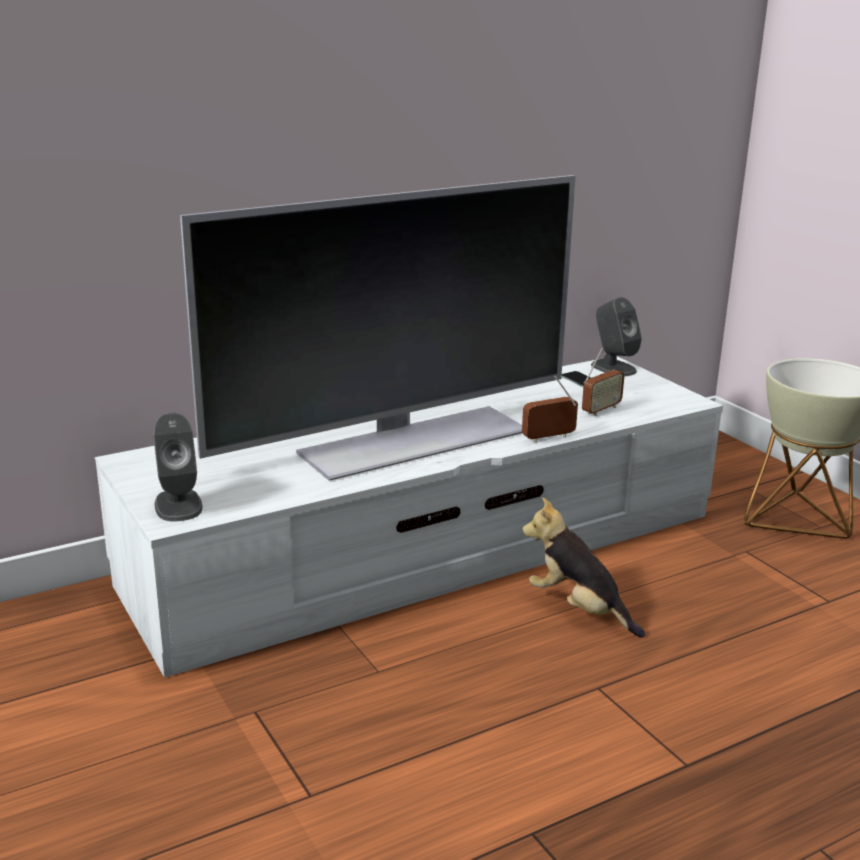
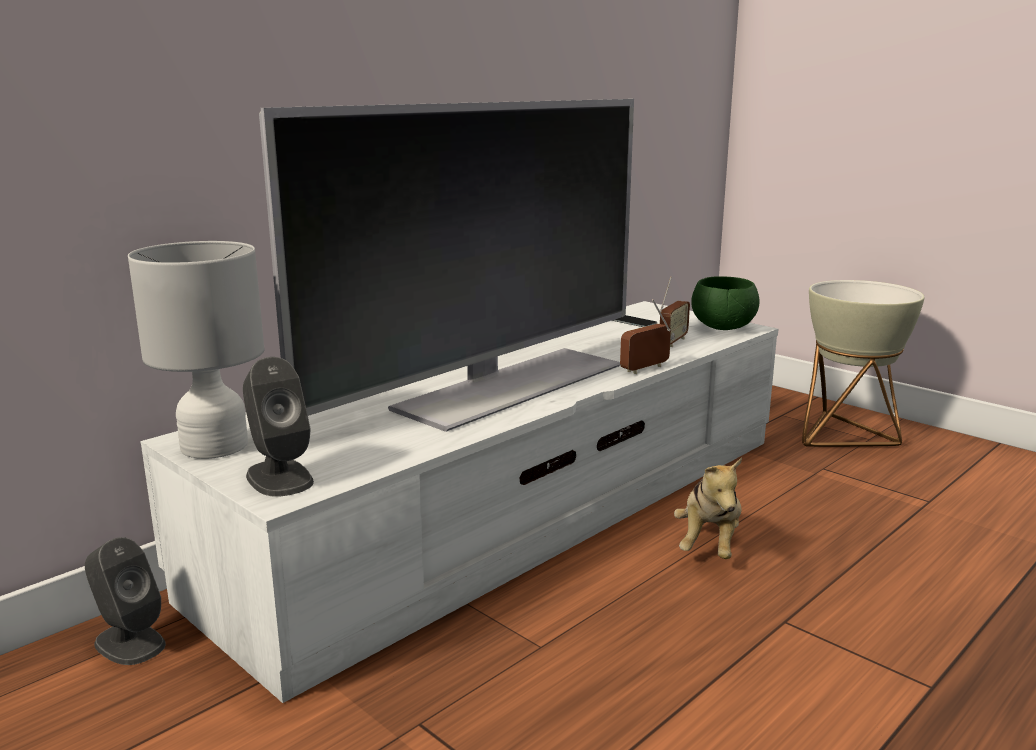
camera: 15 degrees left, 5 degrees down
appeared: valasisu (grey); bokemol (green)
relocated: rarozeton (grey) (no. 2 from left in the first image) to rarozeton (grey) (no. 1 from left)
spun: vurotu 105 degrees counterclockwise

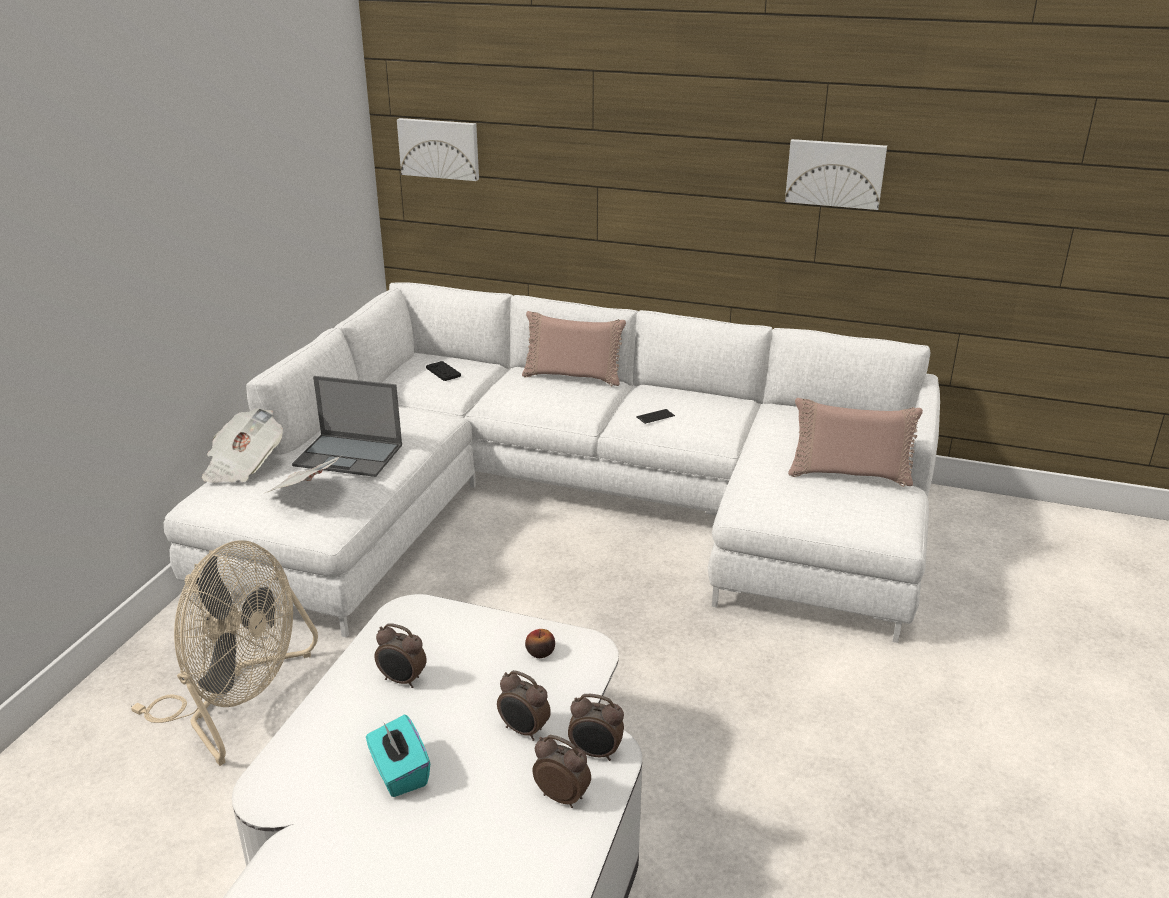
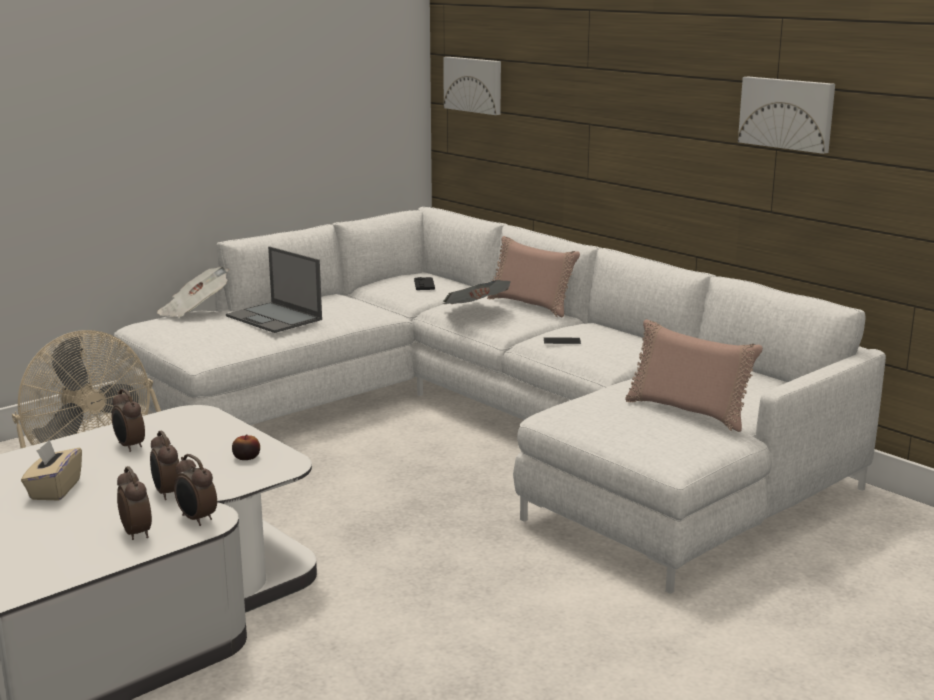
camera: 30 degrees right, 10 degrees down
relocated: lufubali (no. 2 from left)
colour: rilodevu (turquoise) to rilodevu (beige)

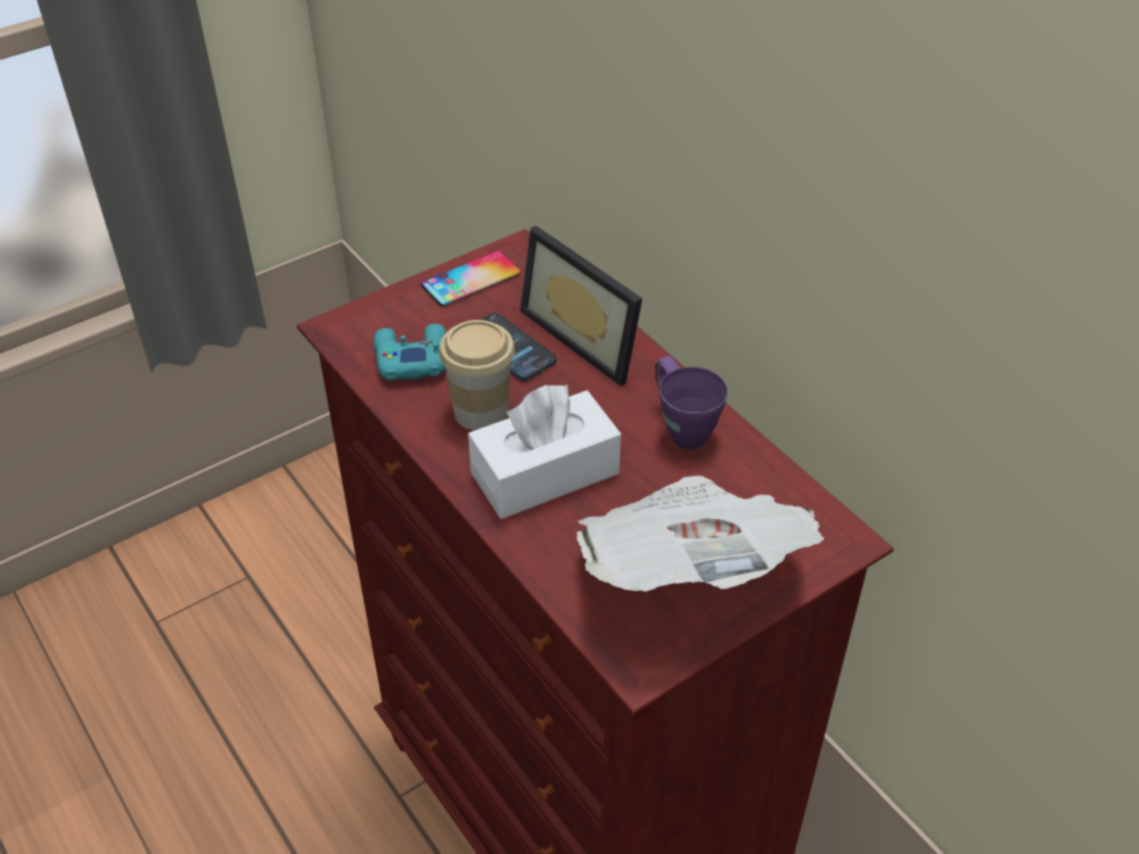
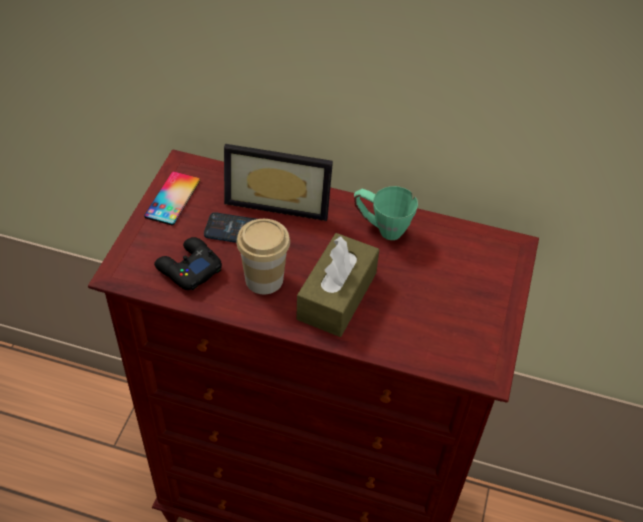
camera: 40 degrees left, 5 degrees up
missing: lufubali
colour: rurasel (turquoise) to rurasel (black); rilodevu (white) to rilodevu (brown); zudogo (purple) to zudogo (green)

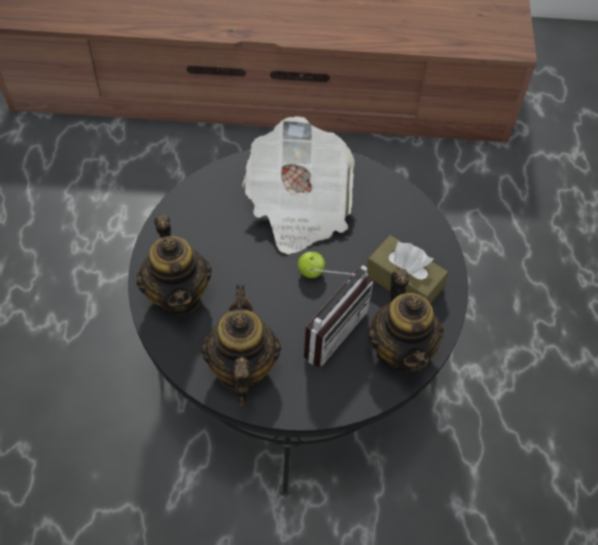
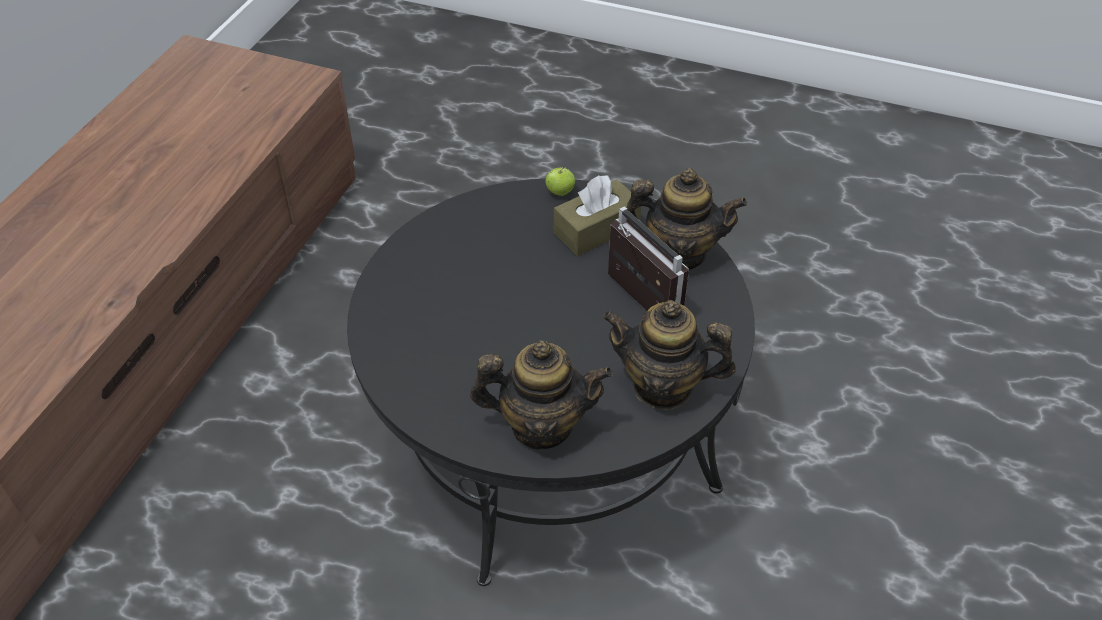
camera: 70 degrees left, 10 degrees down
missing: lufubali
relocated: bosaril

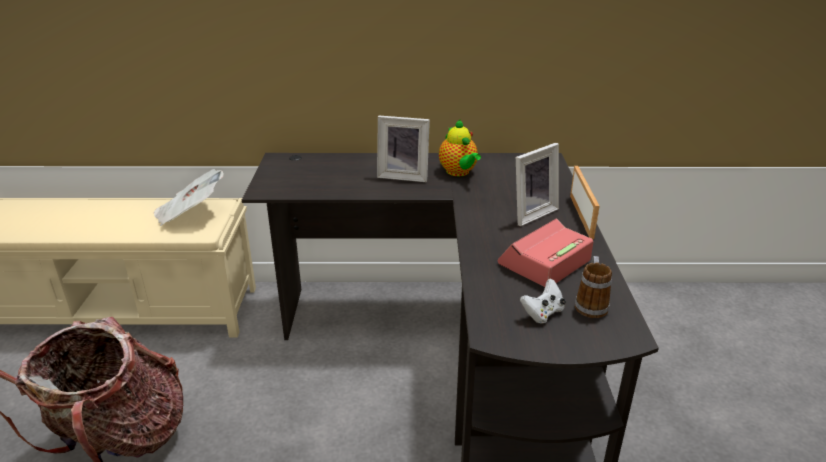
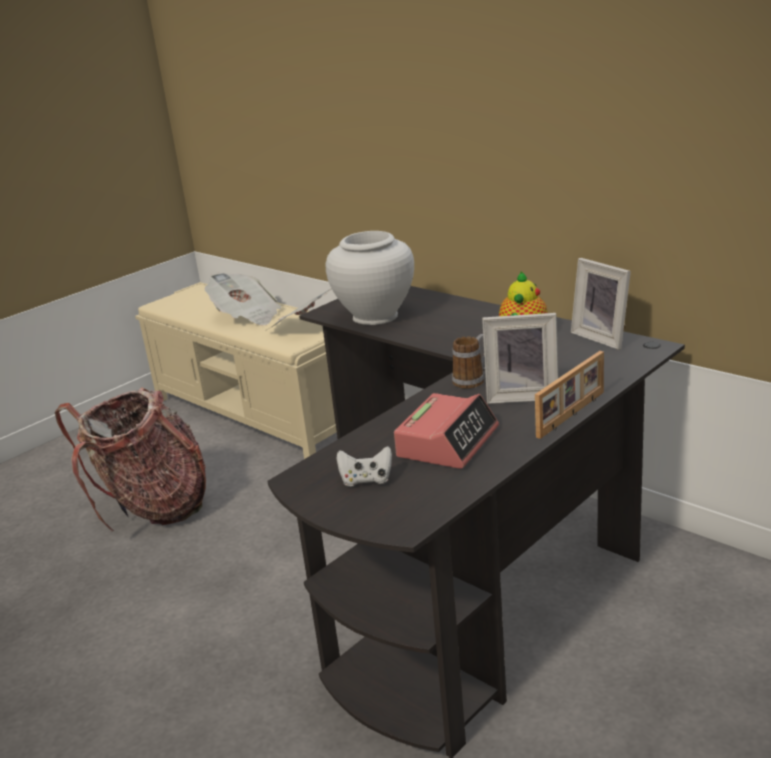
camera: 45 degrees right, 5 degrees down
appeared: lufubali (no. 1 from left); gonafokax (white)
relocated: zudogo; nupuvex (no. 1 from left in the first image) to nupuvex (no. 3 from left)
spun: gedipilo 120 degrees clockwise

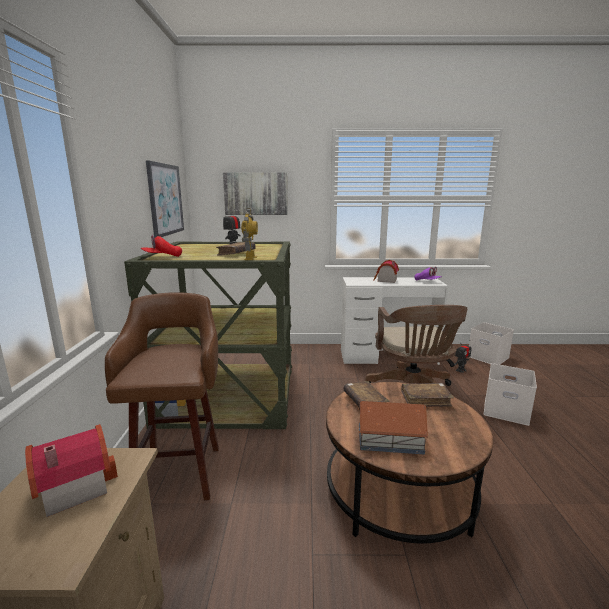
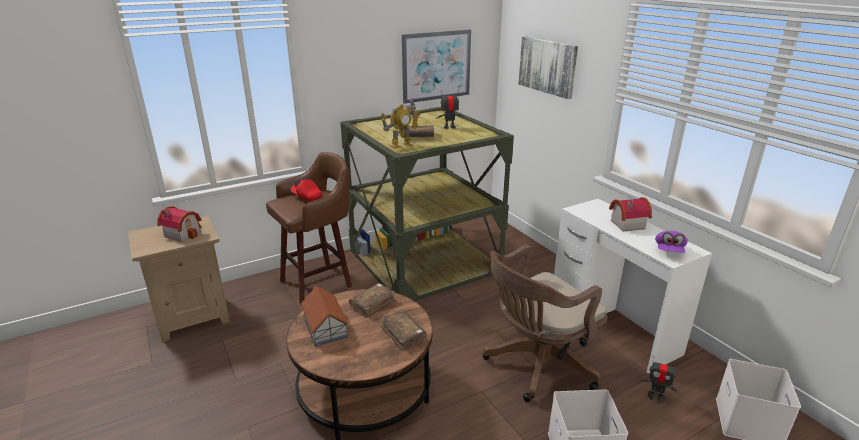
camera: 60 degrees right, 10 degrees up
relocated: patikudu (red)

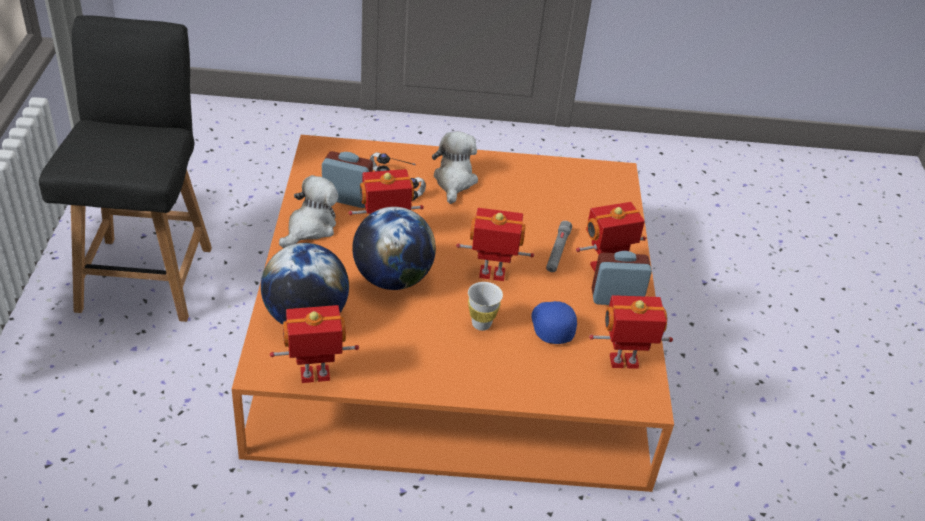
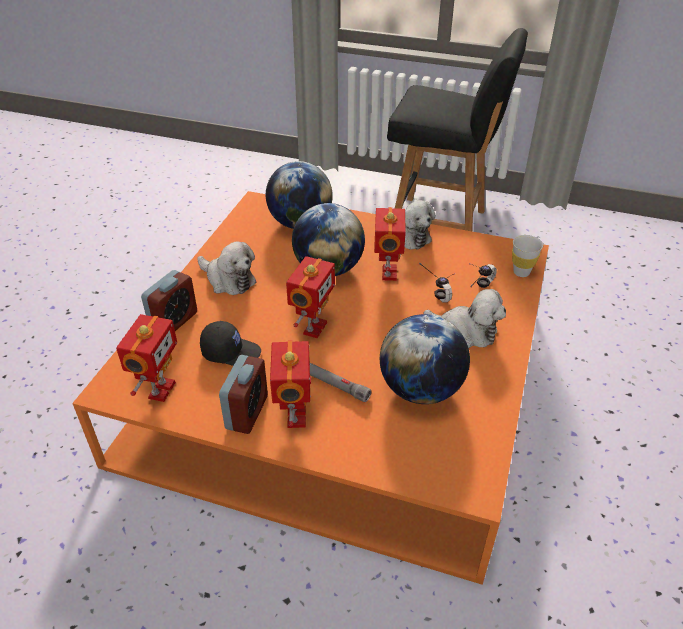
camera: 110 degrees right, 0 degrees up
missing: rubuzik (no. 1 from left)
appeared: vurotu (no. 1 from left); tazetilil (no. 3 from left)
relocated: gedipilo (no. 1 from left); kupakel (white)
colour: patikudu (blue) to patikudu (black)

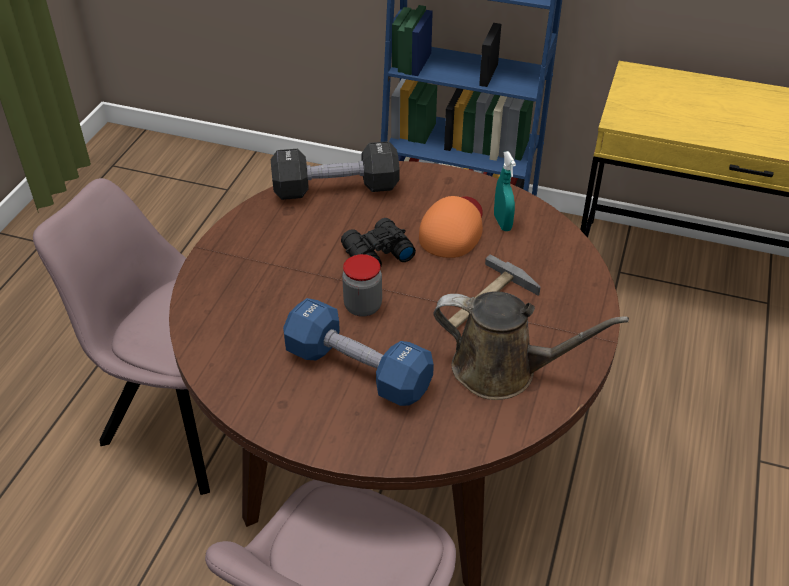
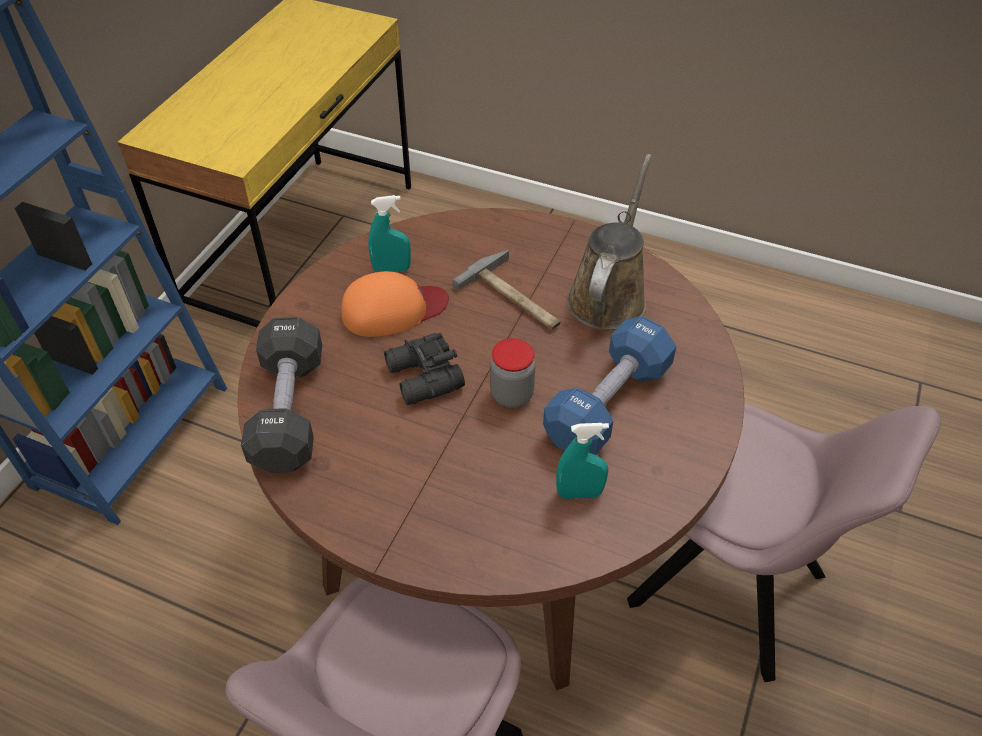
camera: 85 degrees left, 5 degrees up
appeared: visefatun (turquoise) (no. 2 from left)
spun: patikudu (orange) 135 degrees clockwise

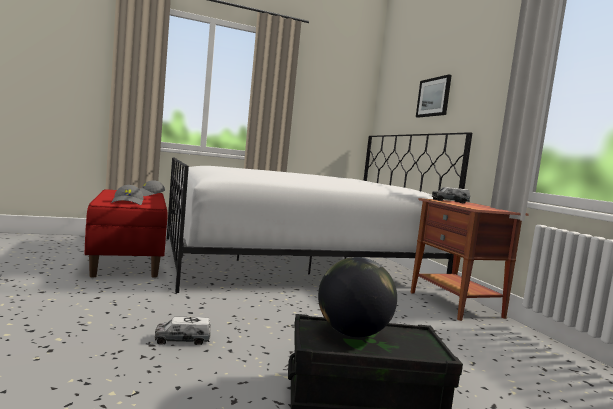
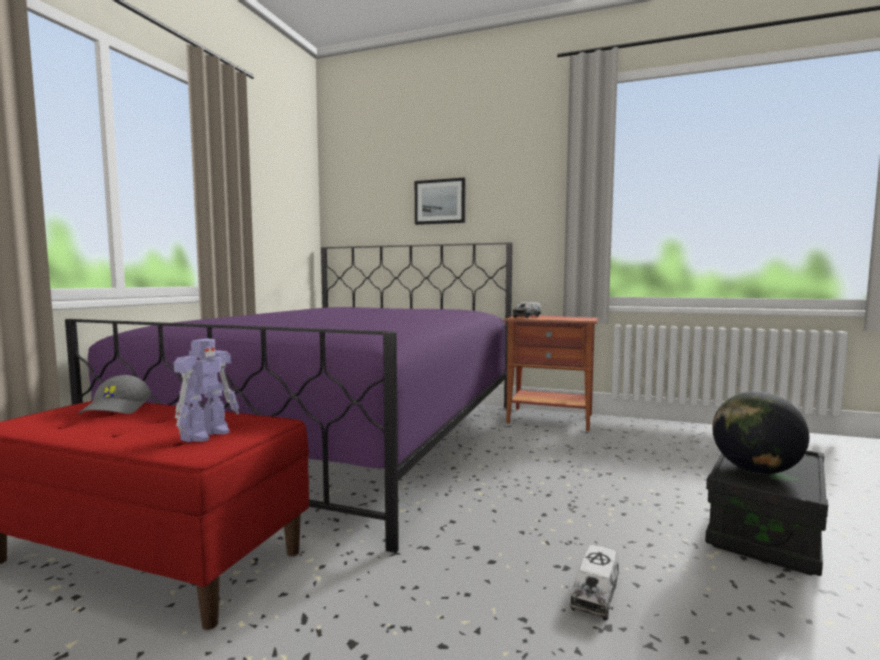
camera: 50 degrees left, 0 degrees up
exchanged: patikudu (grey) (no. 1 from left) to rubuzik
colour: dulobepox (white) to dulobepox (purple)

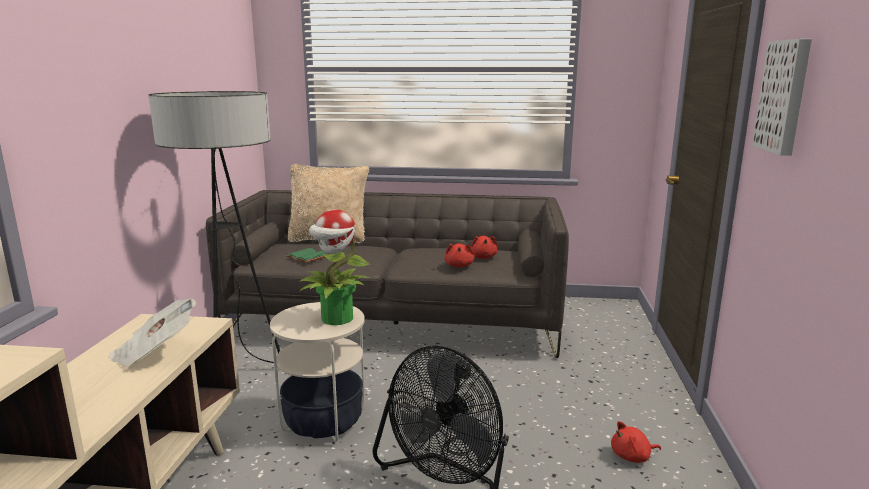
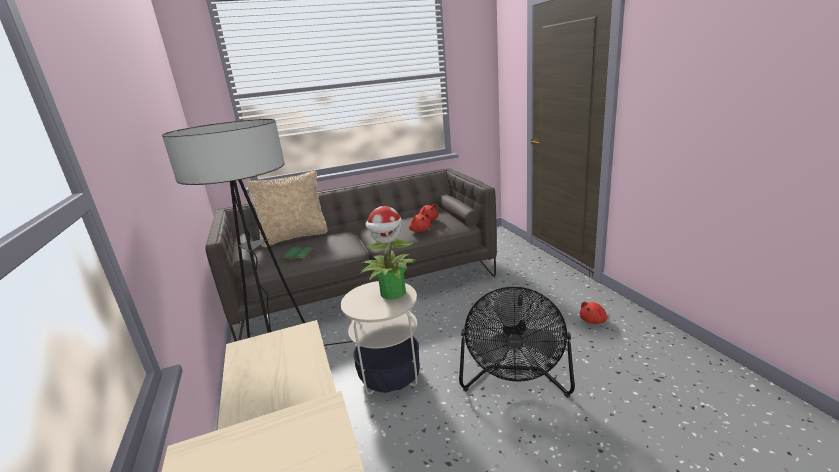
camera: 25 degrees left, 5 degrees up
missing: lufubali; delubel

